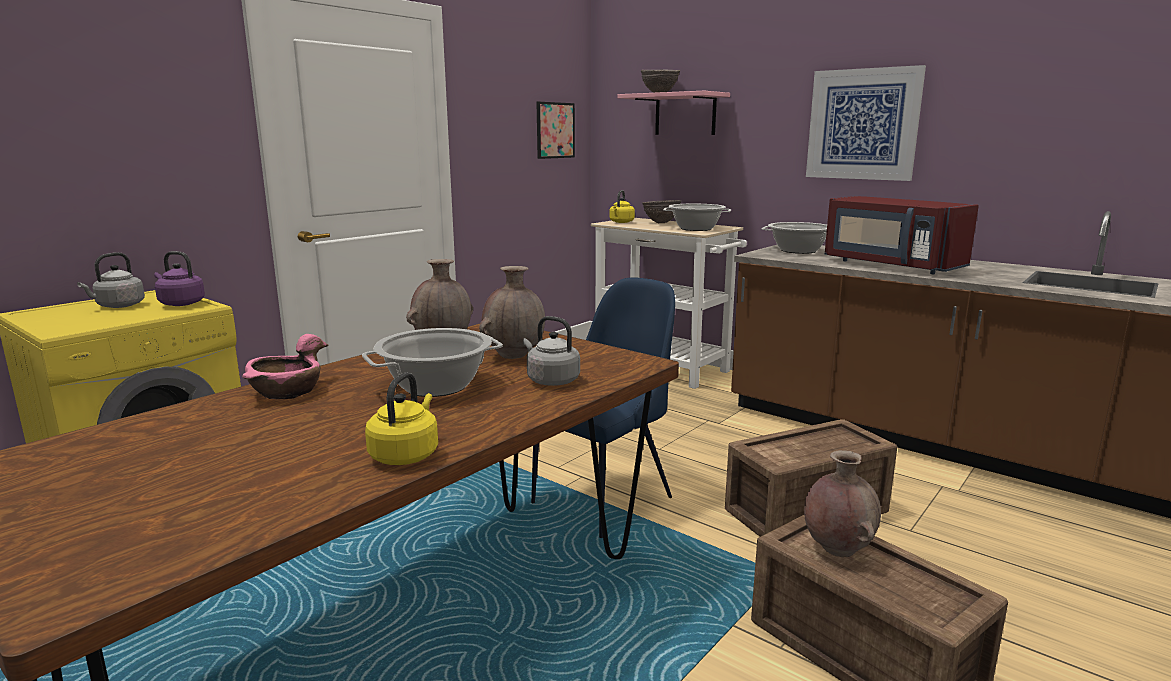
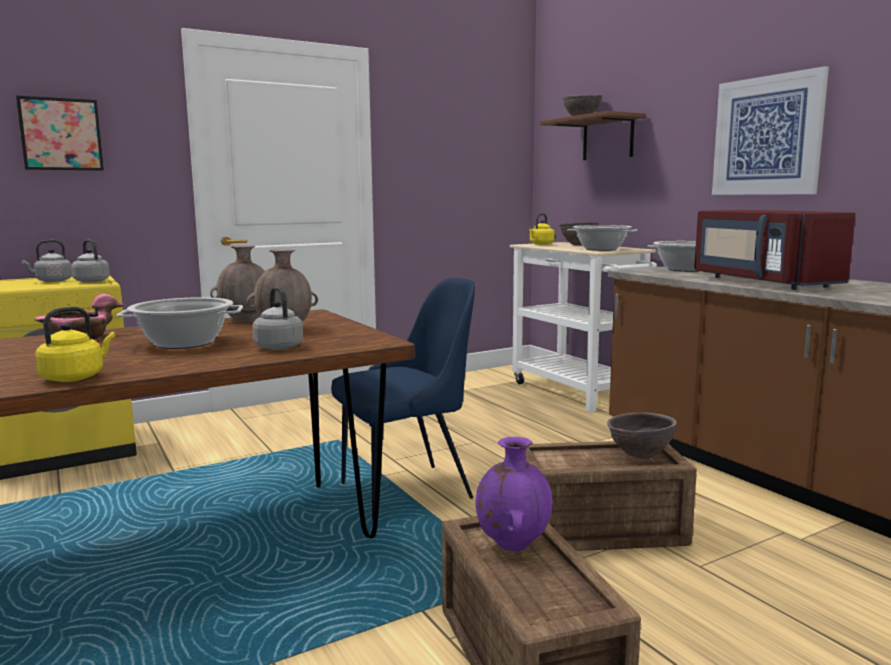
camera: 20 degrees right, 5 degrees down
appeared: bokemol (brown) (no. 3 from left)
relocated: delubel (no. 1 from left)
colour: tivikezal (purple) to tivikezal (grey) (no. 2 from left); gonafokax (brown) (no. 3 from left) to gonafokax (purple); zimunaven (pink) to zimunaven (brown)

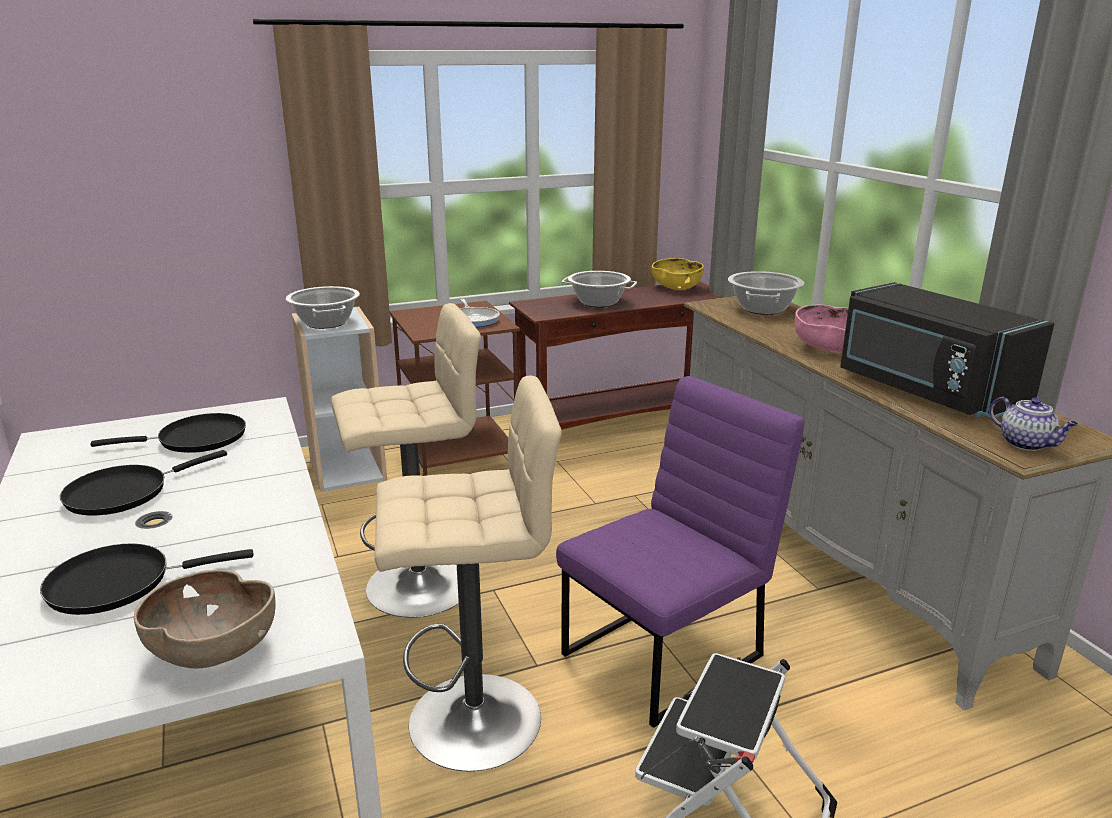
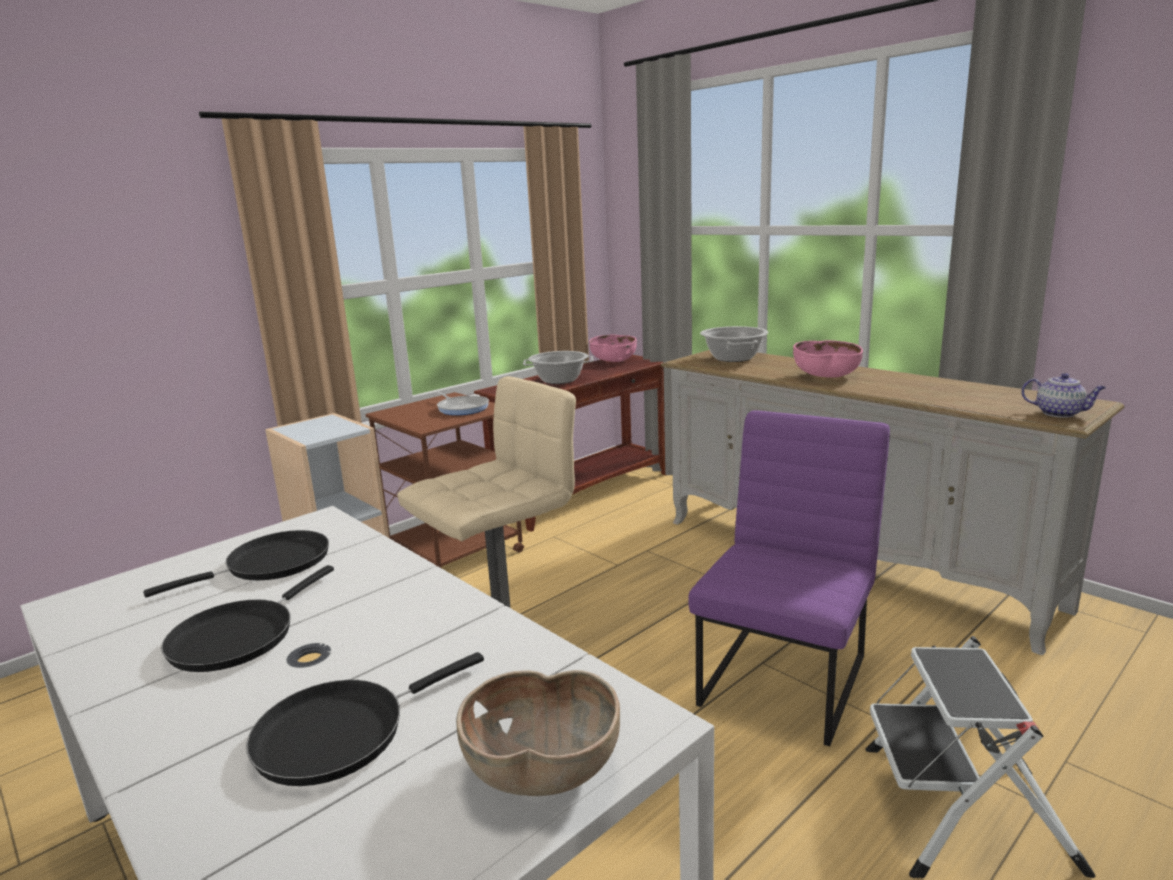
camera: 20 degrees left, 5 degrees down
missing: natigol (no. 1 from left); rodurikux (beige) (no. 2 from left); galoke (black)
colour: bokemol (yellow) to bokemol (pink) (no. 1 from left)

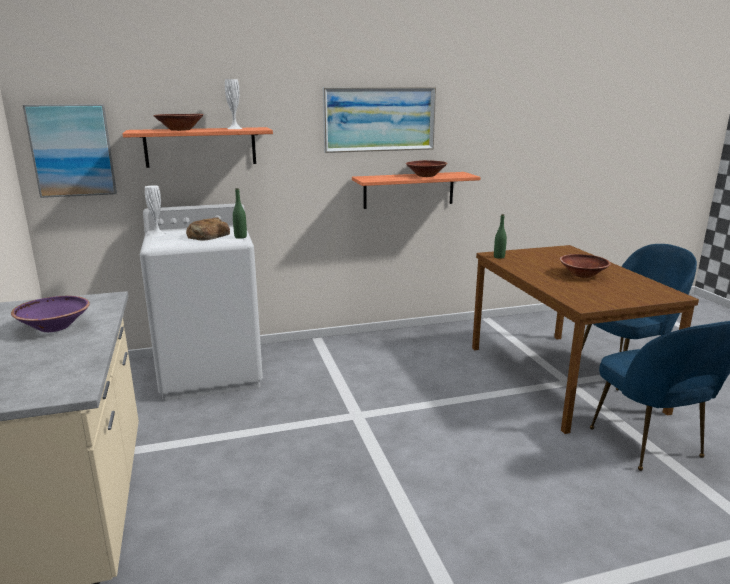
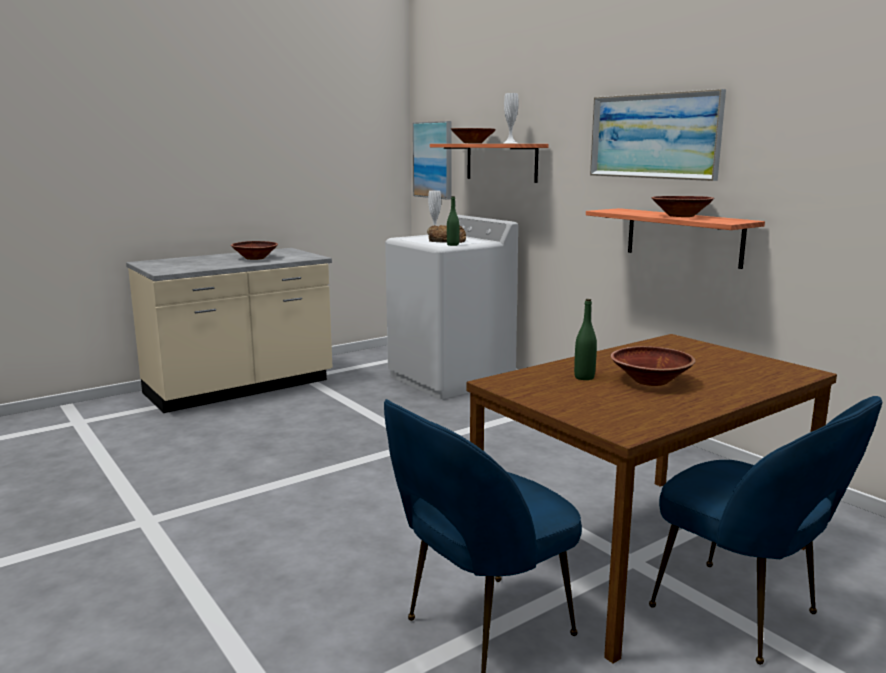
camera: 70 degrees right, 5 degrees down
relocated: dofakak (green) (no. 2 from left)
colour: bokemol (purple) to bokemol (brown) (no. 1 from left)

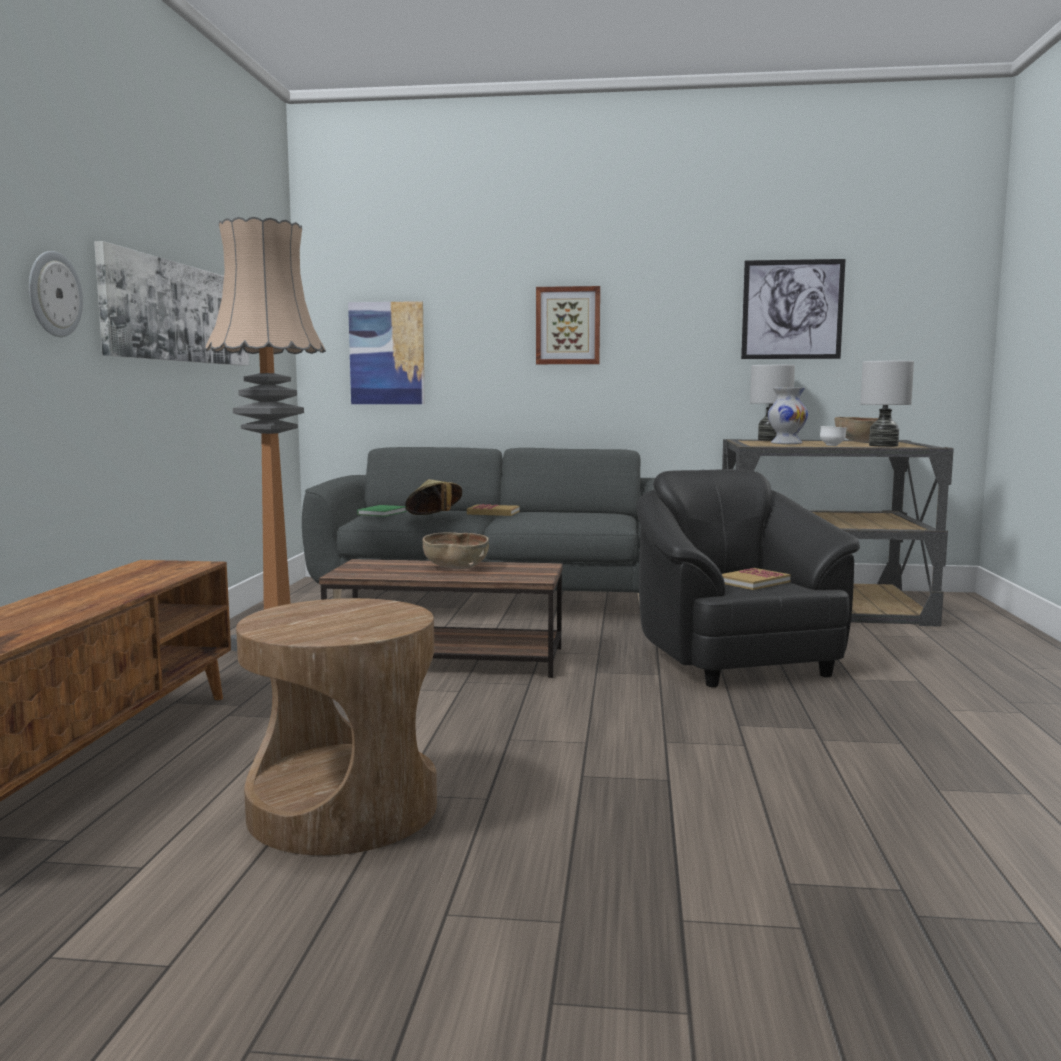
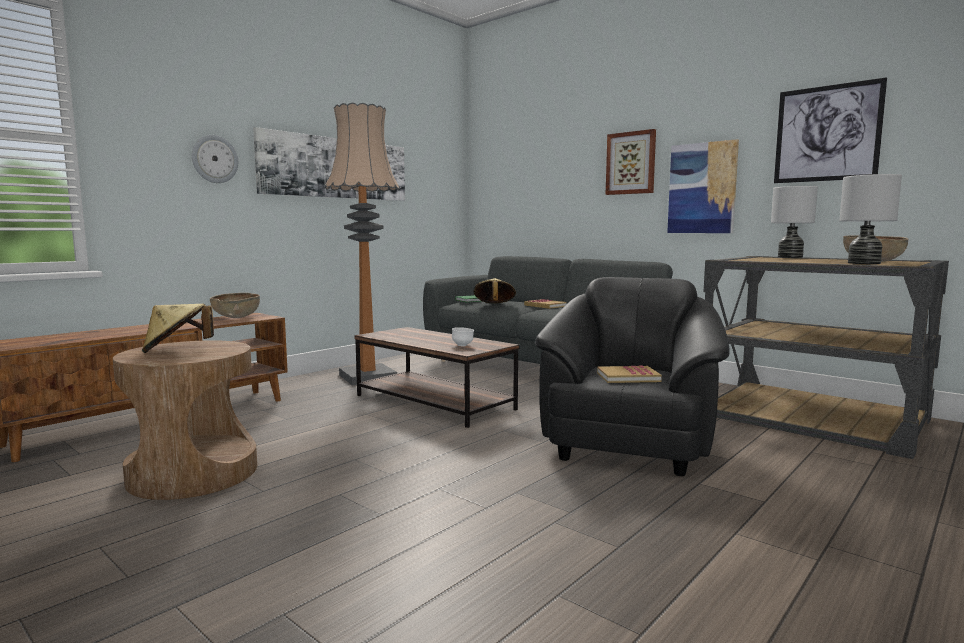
camera: 35 degrees right, 0 degrees up
missing: gonafokax (white)
appeared: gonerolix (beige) (no. 1 from left)
relocated: bokemol (brown) (no. 1 from left); bokemol (white); delubel (no. 2 from left in the first image) to delubel (no. 3 from left)

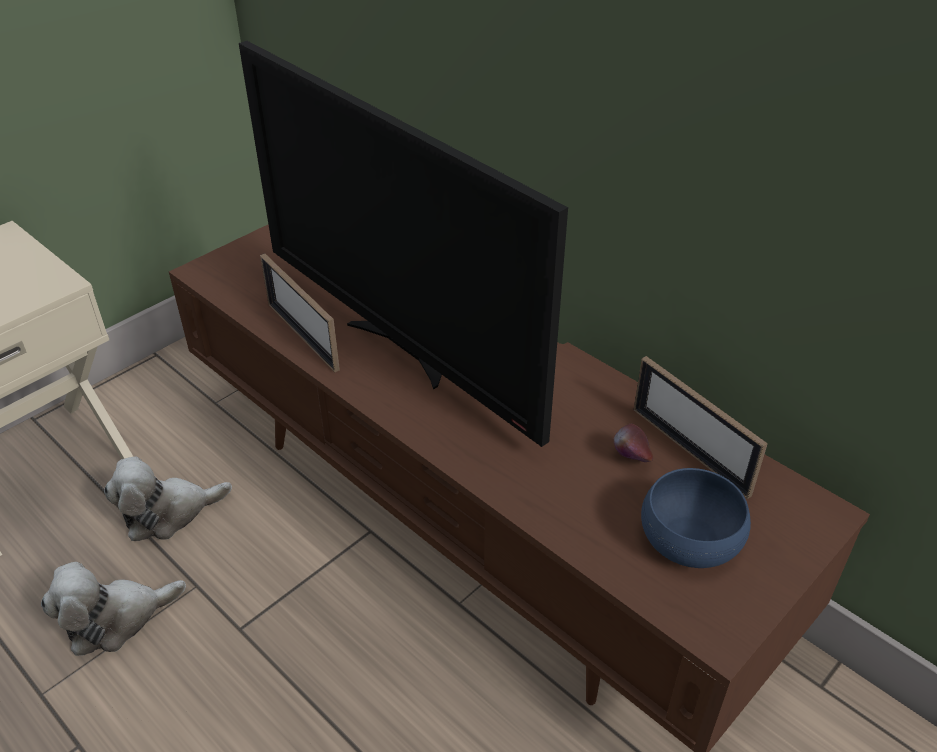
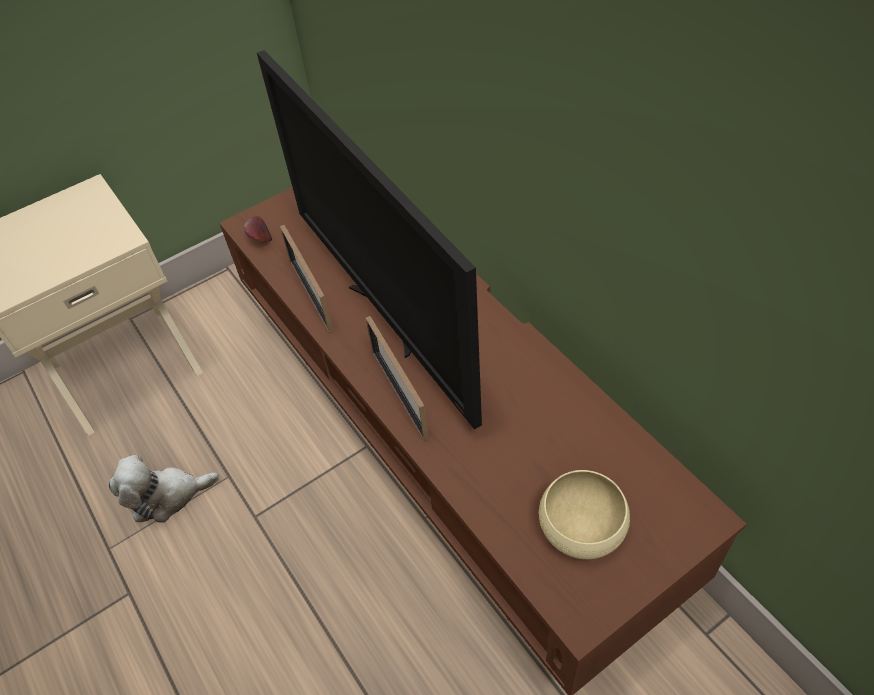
camera: 15 degrees right, 10 degrees up
missing: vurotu (no. 2 from left)
relocated: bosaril; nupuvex (no. 2 from left)
colour: bokemol (blue) to bokemol (beige)

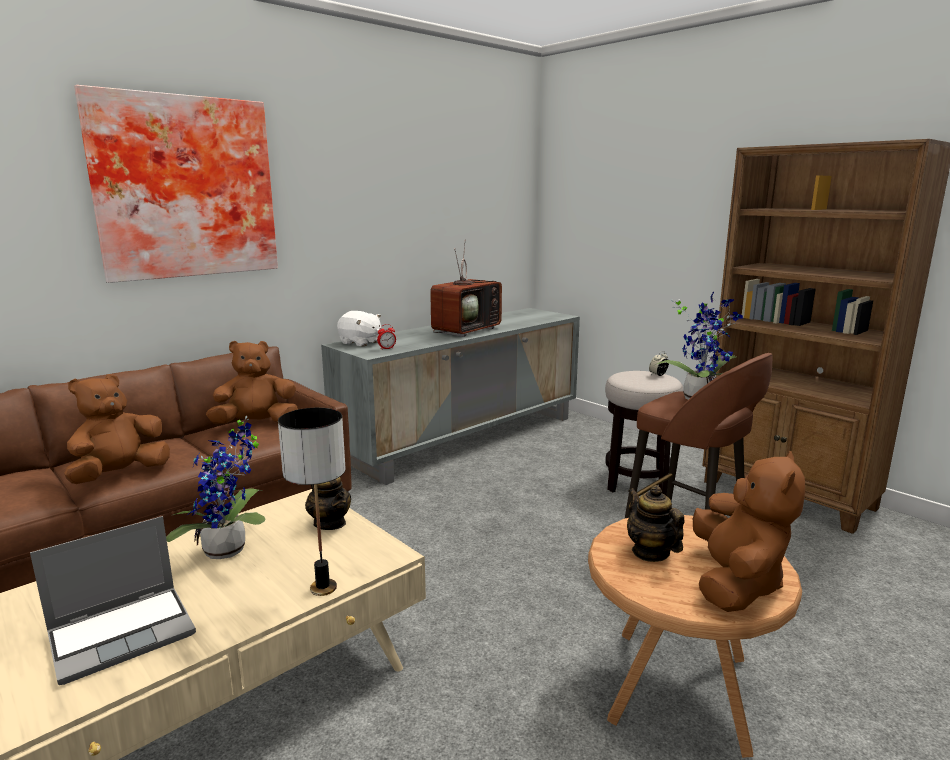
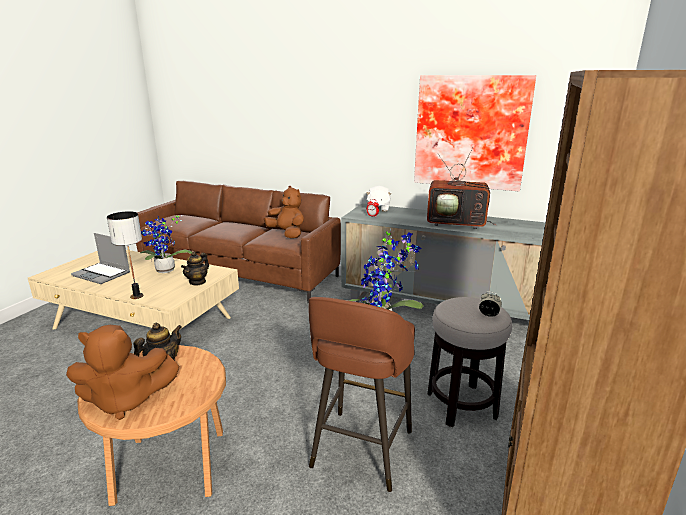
camera: 65 degrees right, 5 degrees up
missing: vurotu (brown) (no. 1 from left)
relocated: delubel

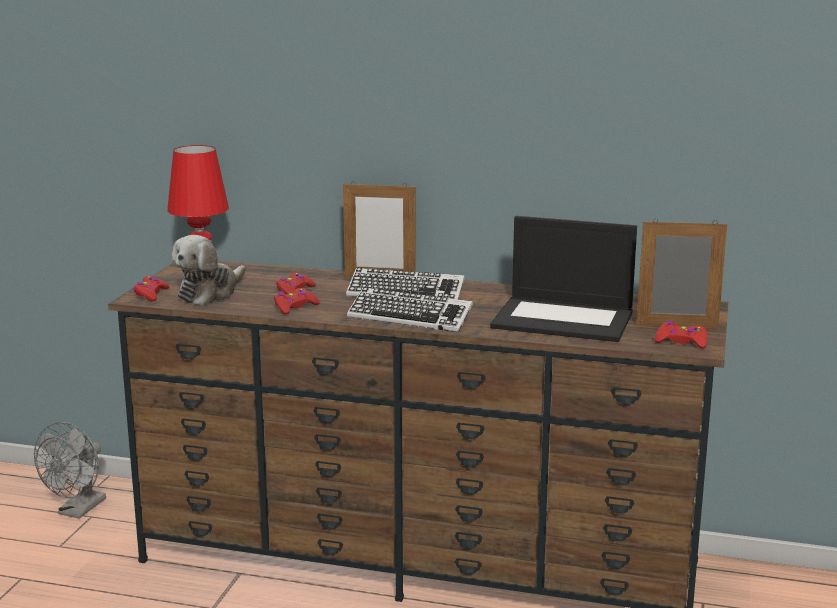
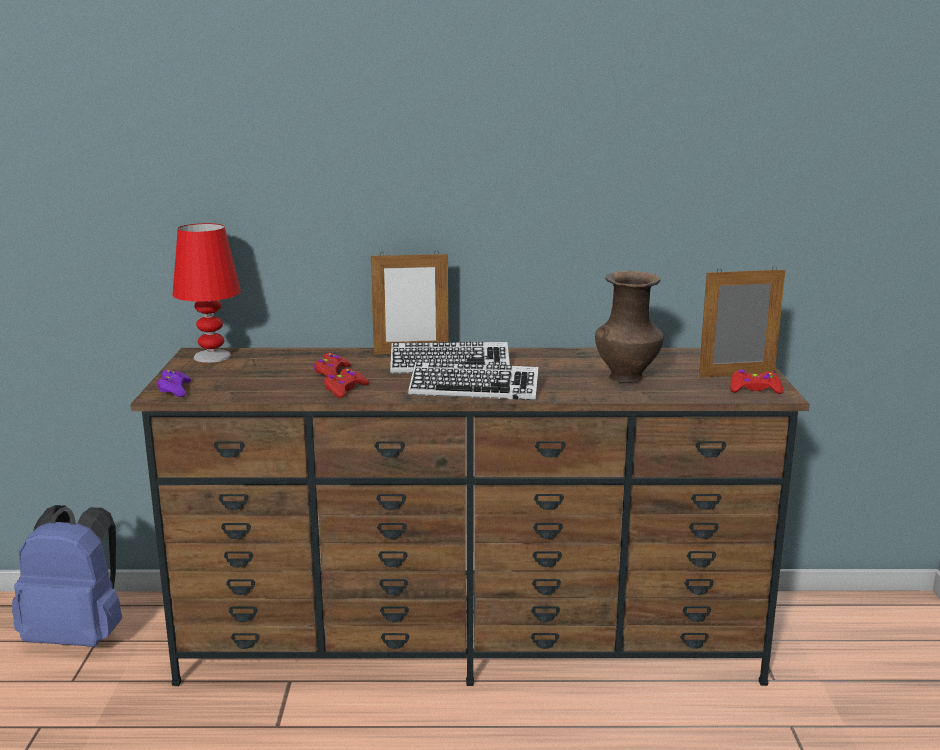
camera: 15 degrees left, 0 degrees up
missing: vurotu
exchanged: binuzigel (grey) to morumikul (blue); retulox to gonafokax (brown)
colour: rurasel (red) (no. 1 from left) to rurasel (purple)

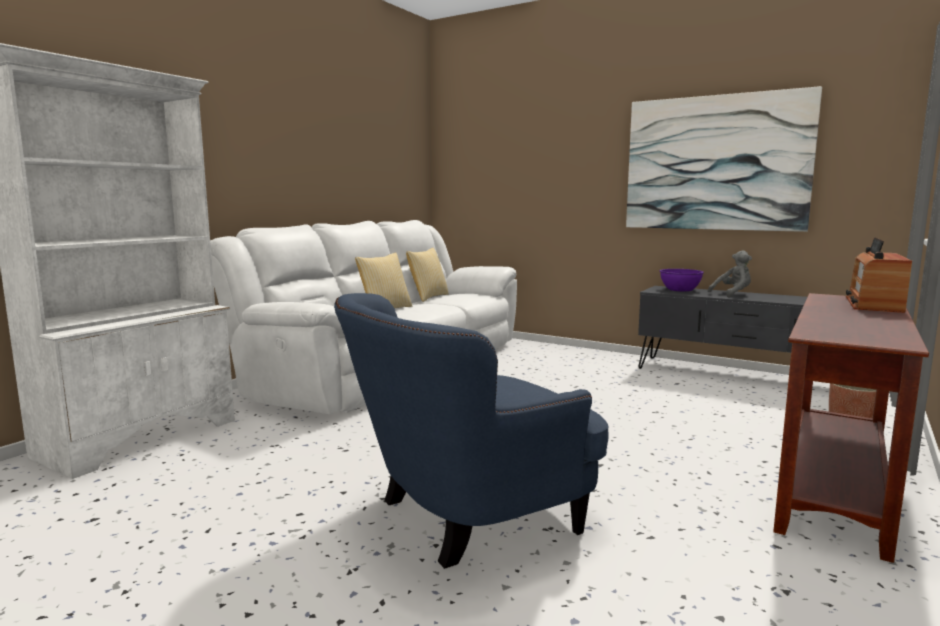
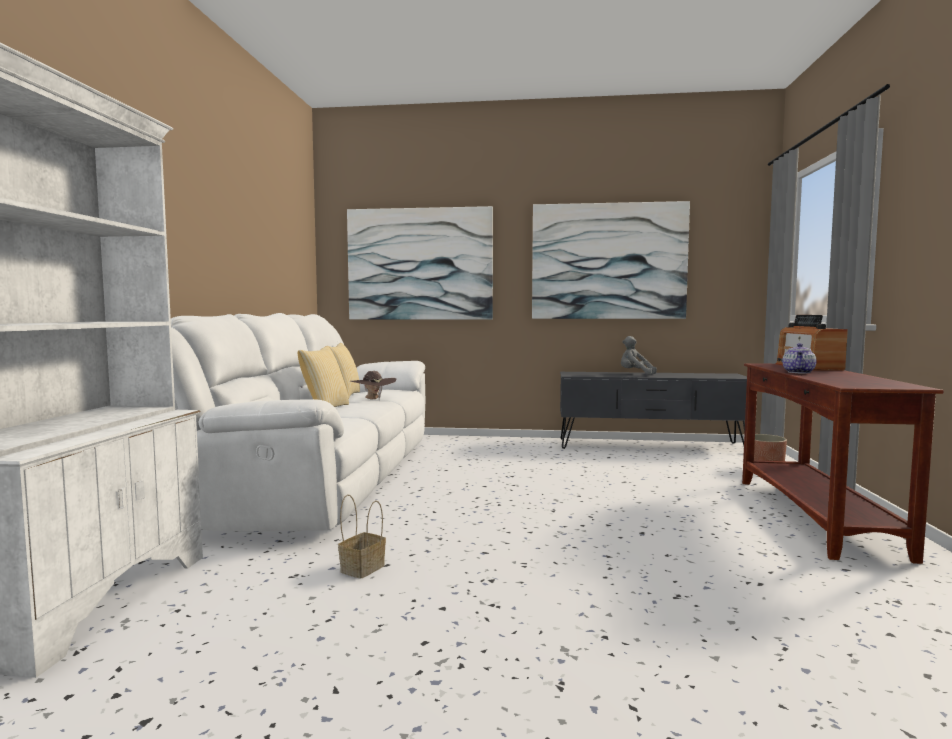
camera: 25 degrees left, 5 degrees down
missing: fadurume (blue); bokemol (purple)
appeared: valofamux; delubel (no. 1 from left); gonerolix (brown); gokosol
spun: vurotu (grey) 105 degrees counterclockwise

